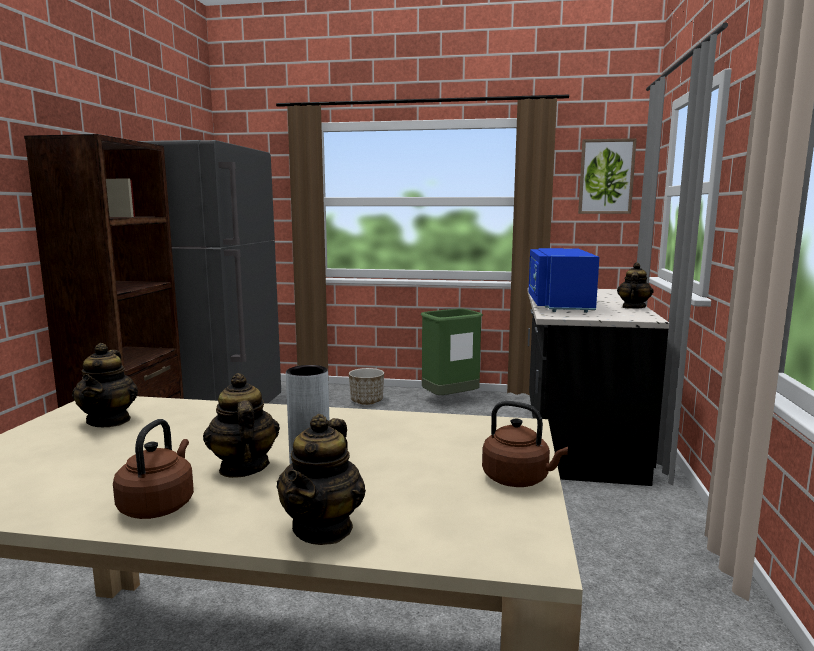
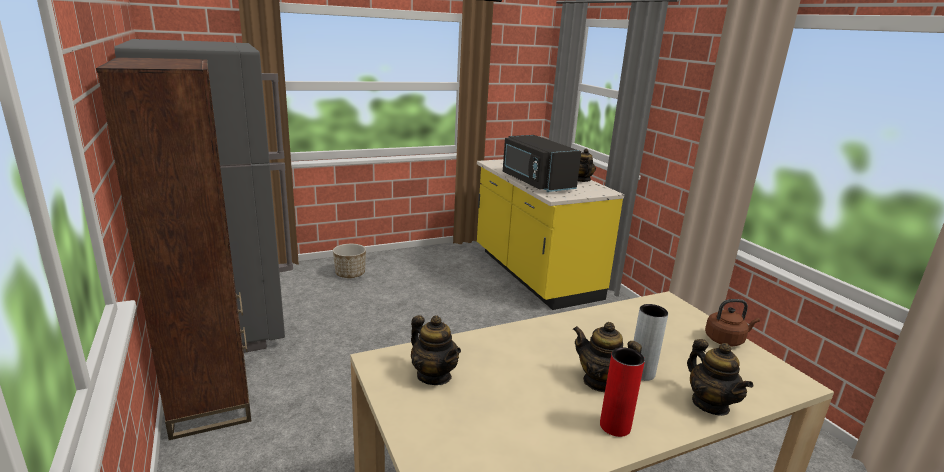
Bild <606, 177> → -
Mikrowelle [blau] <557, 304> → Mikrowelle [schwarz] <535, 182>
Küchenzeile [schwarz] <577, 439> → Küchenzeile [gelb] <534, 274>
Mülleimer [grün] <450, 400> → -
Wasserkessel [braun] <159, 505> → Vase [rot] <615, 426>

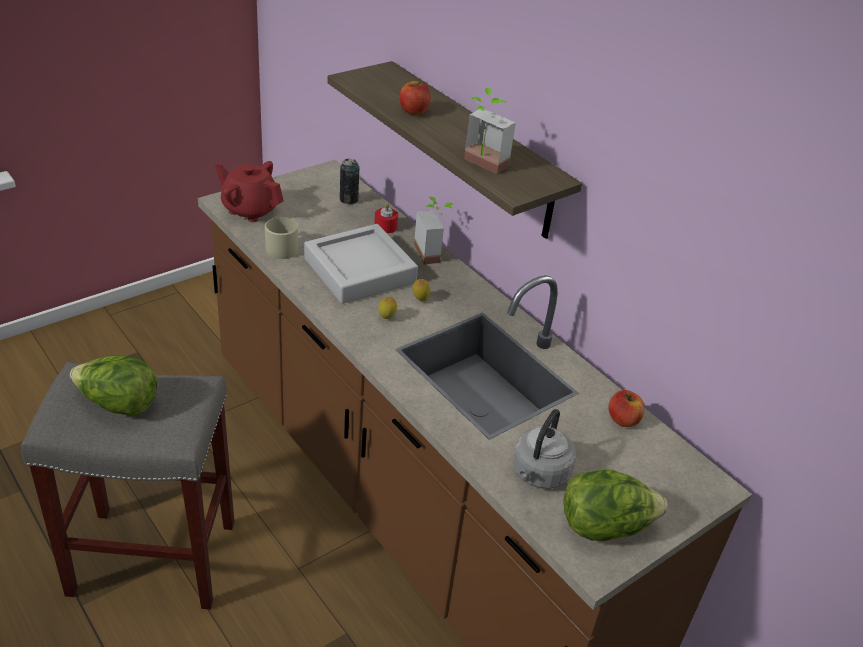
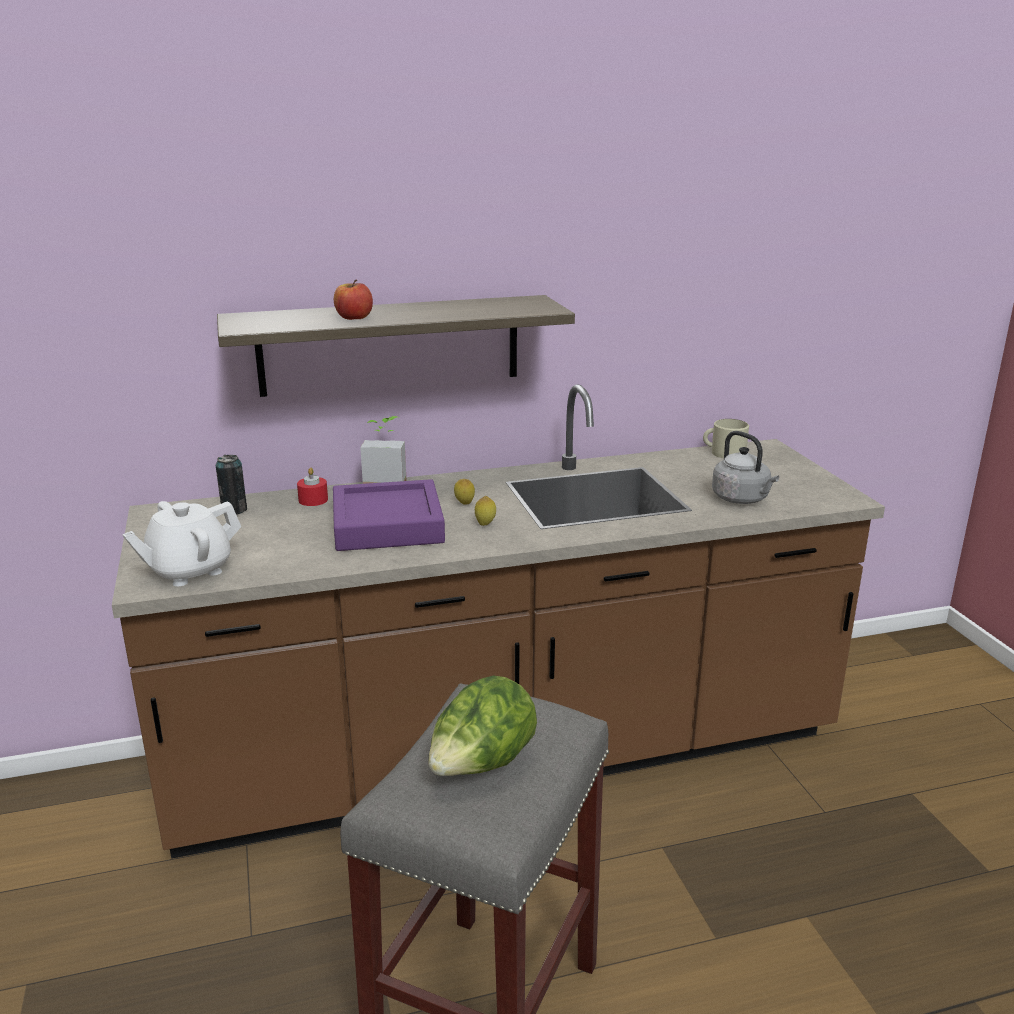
Topfpflanze <481, 165> → -
Teekanne [rot] <250, 210> → Teekanne [weiß] <189, 571>
Henkelbecher [beige] <281, 247> → Henkelbecher [beige] <723, 452>, relocated
Tablett [grau] <360, 270> → Tablett [lila] <387, 525>
Apfel <623, 419> → -
Salatkopf <604, 526> → -

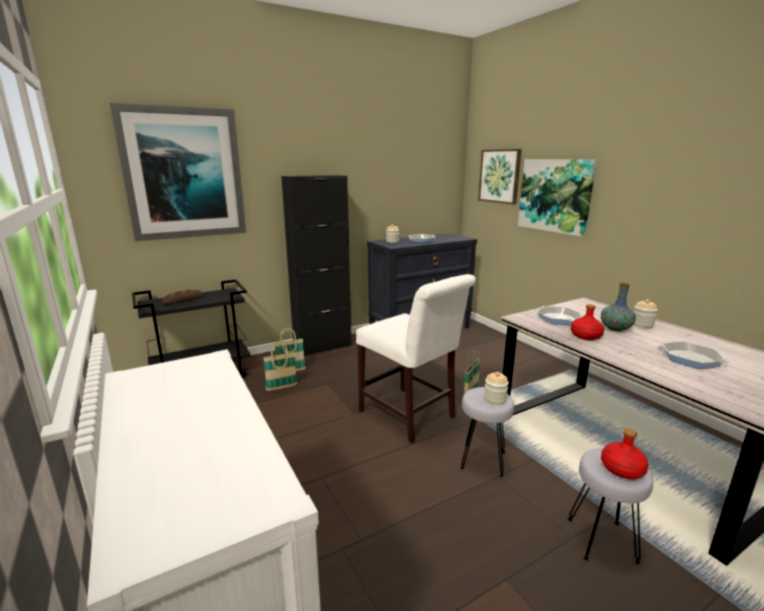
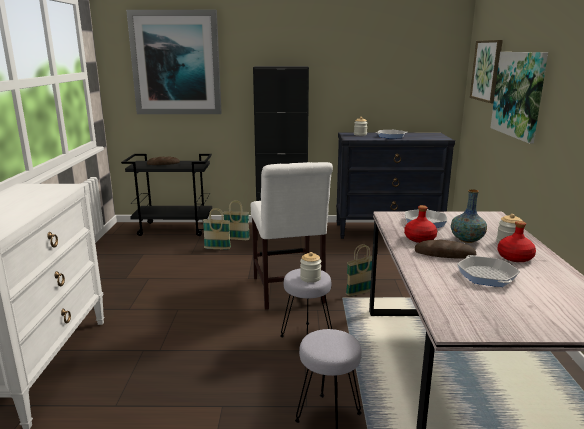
Flasche [rot] <621, 469> → Flasche [rot] <514, 257>, relocated
- → Brot <444, 254>

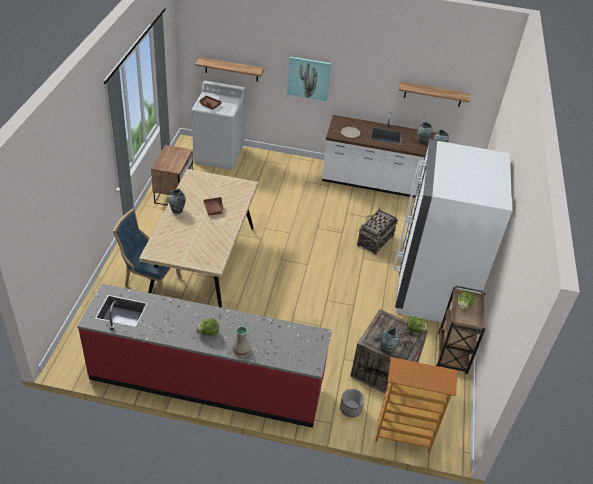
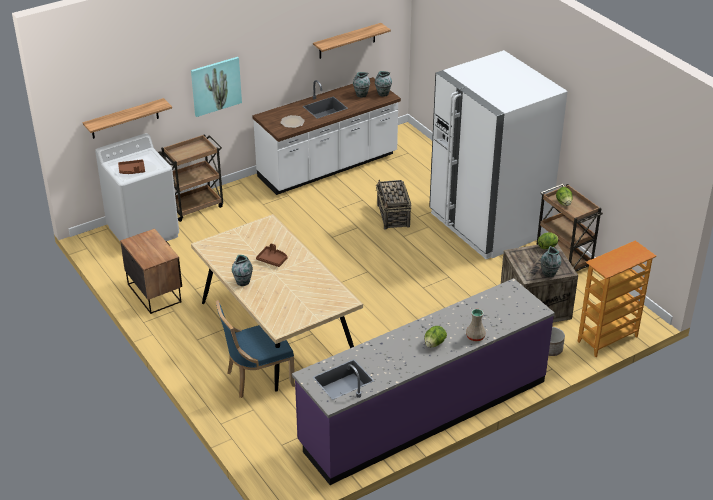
Küchenzeile [rot] <207, 381> → Küchenzeile [lila] <423, 412>
- → Rollwagen [braun] <195, 206>

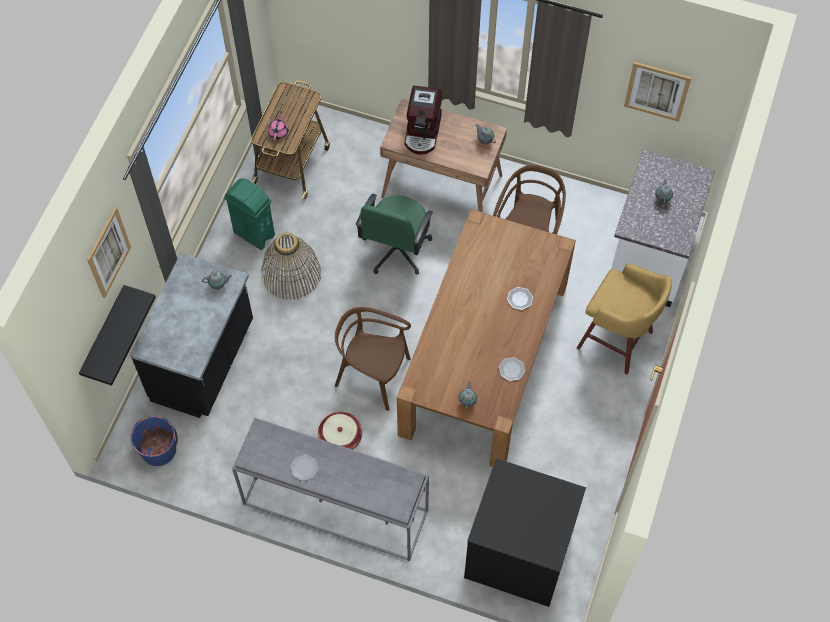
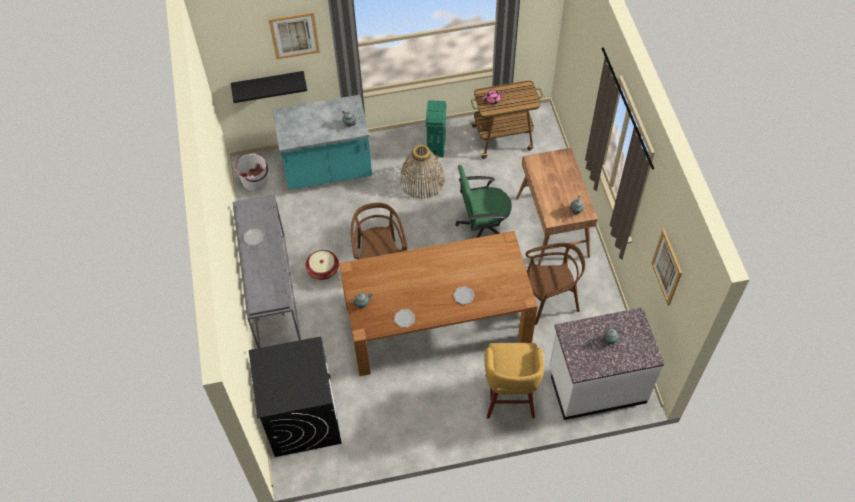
Kaffeemaschine <423, 132> → -
Küchenzeile [schwarz] <204, 362> → Küchenzeile [türkis] <328, 171>
Eimer [blau] <159, 449> → Eimer [weiß] <255, 181>

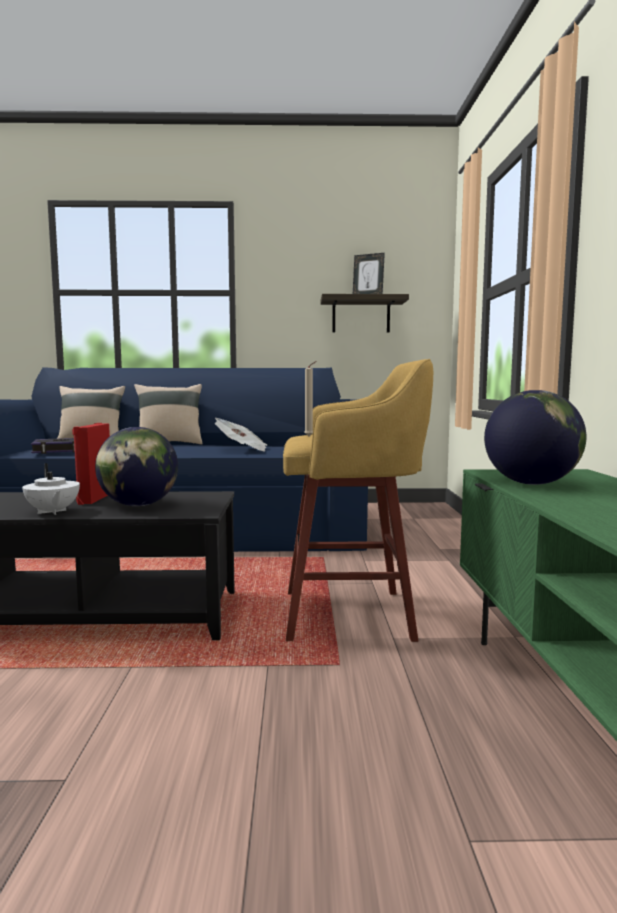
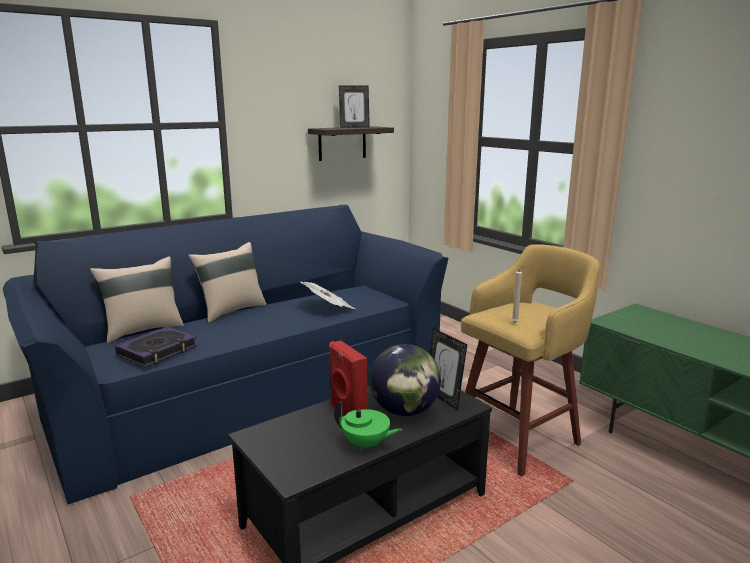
Globus <531, 483> → -
Teekanne [weiß] <52, 512> → Teekanne [grün] <366, 444>
- → Bilderrahmen <443, 398>

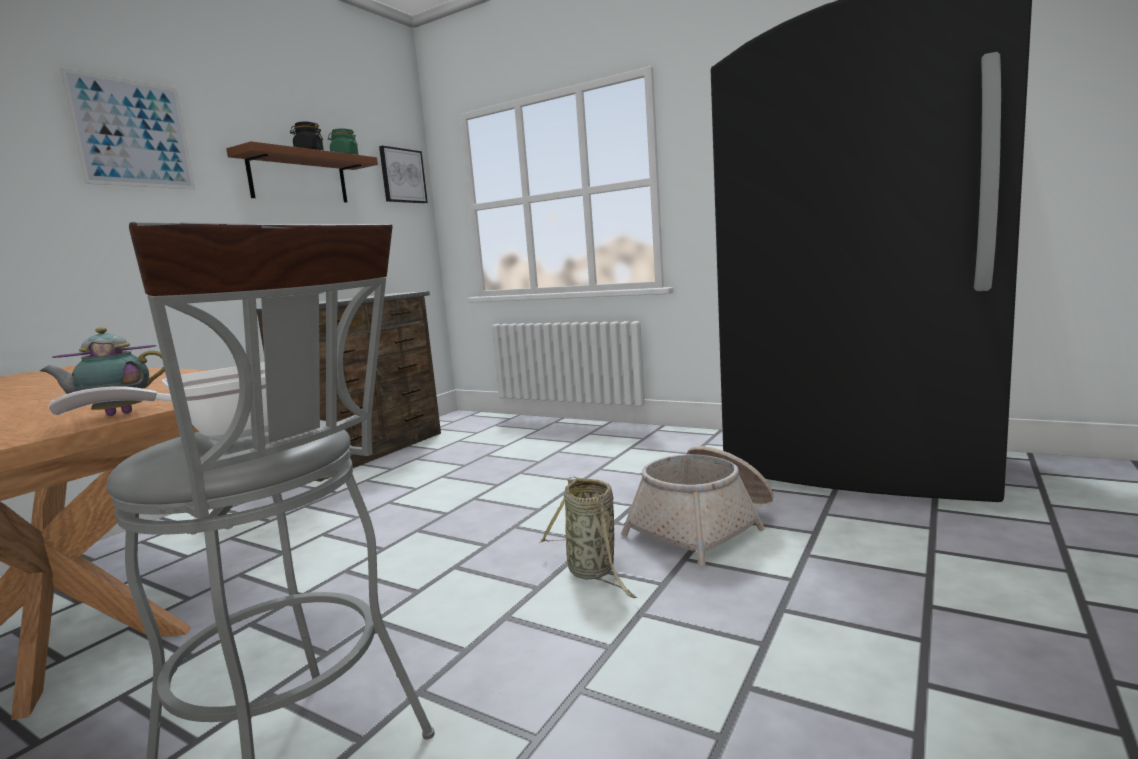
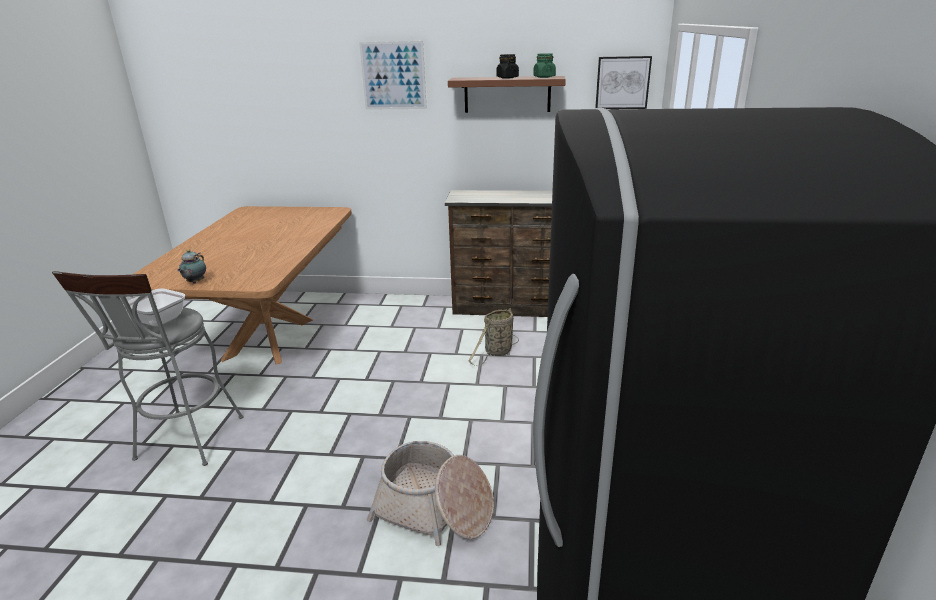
Teekanne <115, 415> → Teekanne <195, 282>, 120 degrees counterclockwise
Korb <593, 572> → Korb <497, 352>, relocated

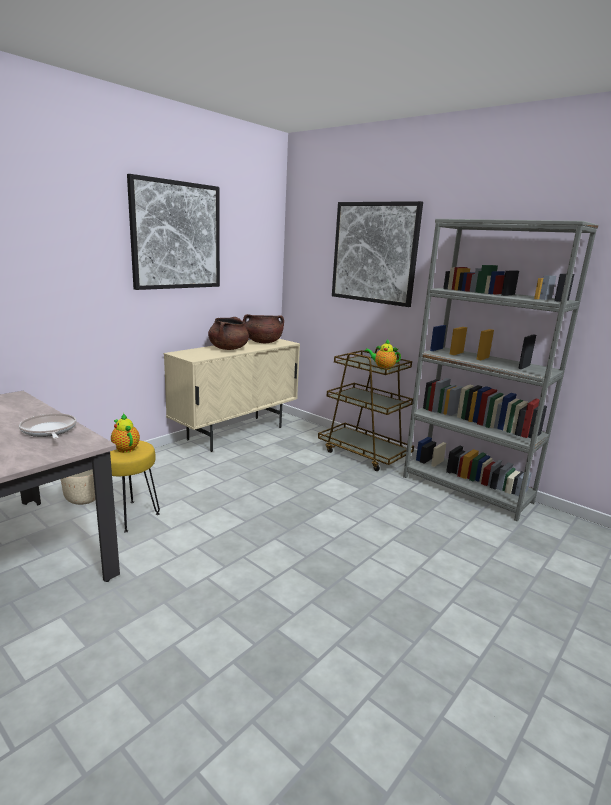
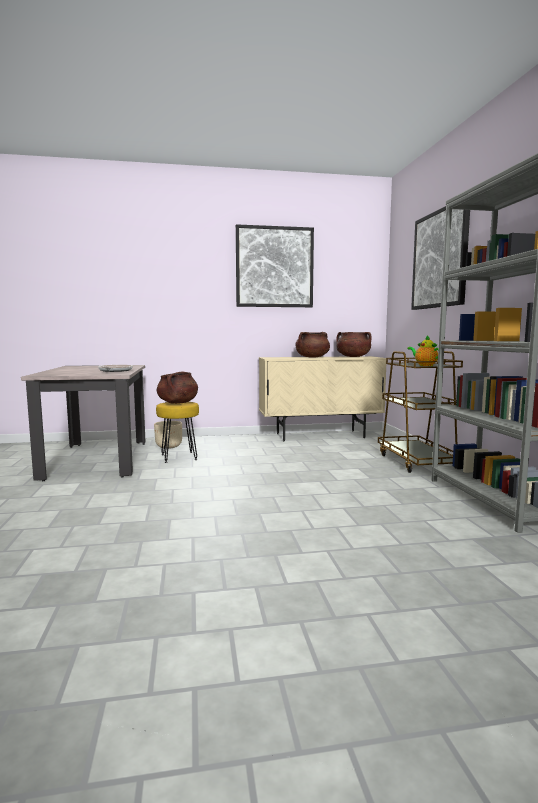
Teekanne <125, 448> → Kochtopf [braun] <178, 403>

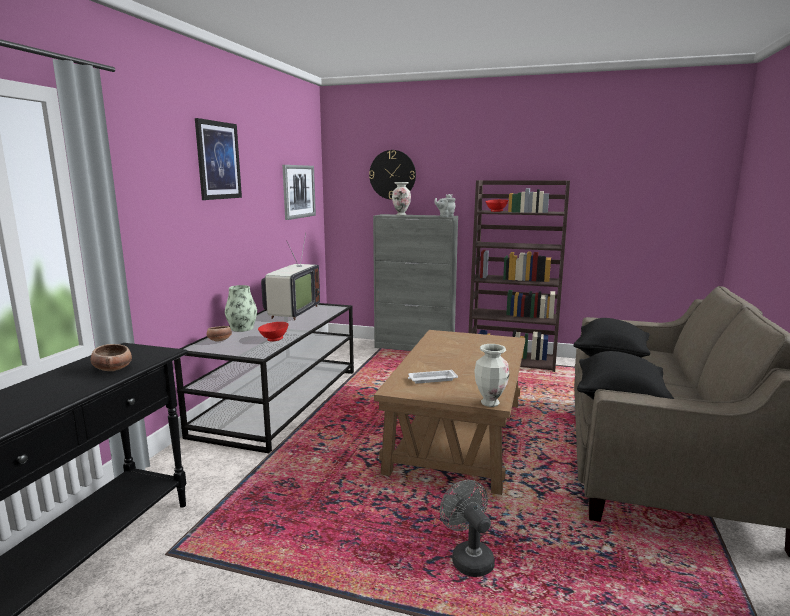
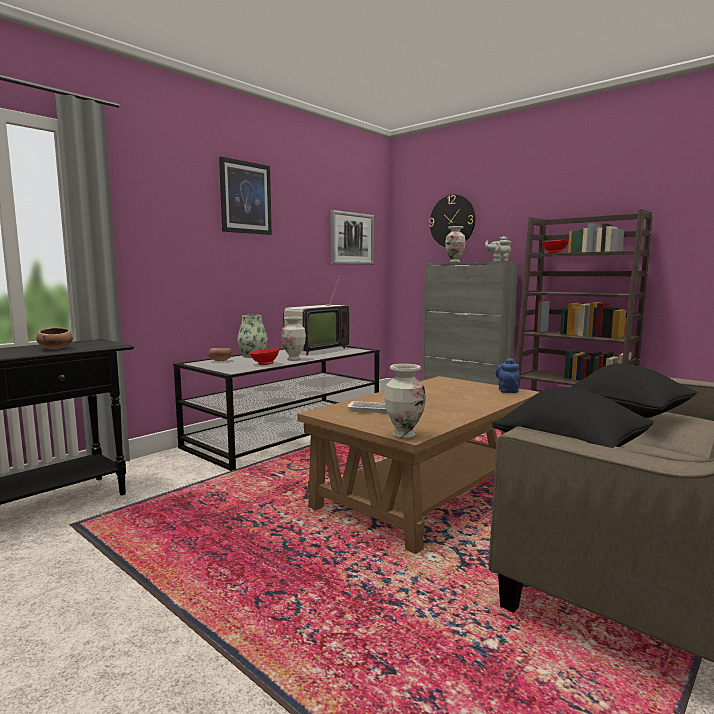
Ventilator [grau] <468, 558> → -
- → Vase <294, 359>
- → Teekanne [blau] <507, 390>

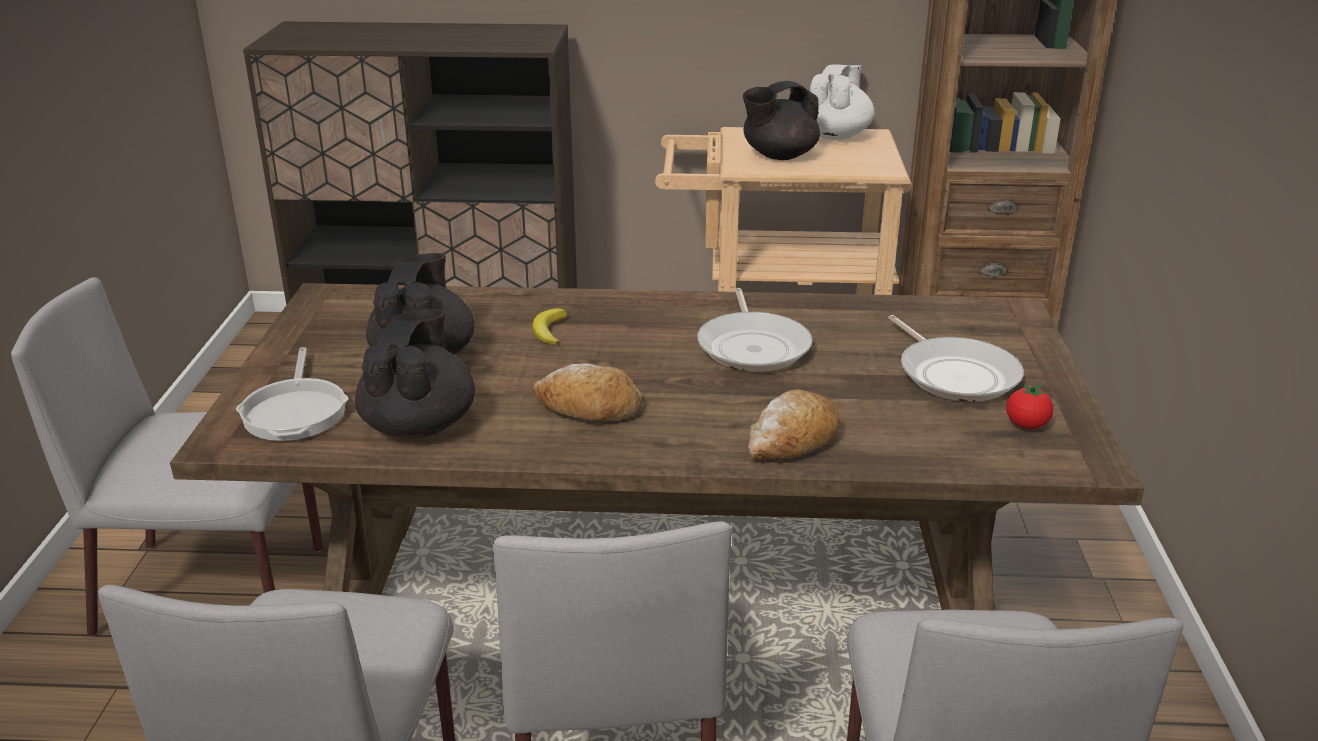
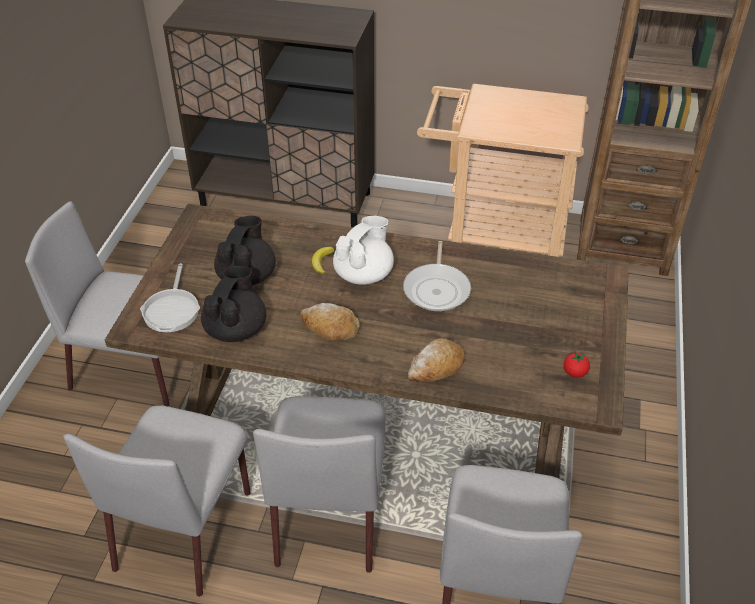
Teekanne [weiß] <835, 135> → Teekanne [weiß] <364, 274>, relocated
Teekanne [schwarz] <778, 156> → -
Pfanne <955, 374> → -

